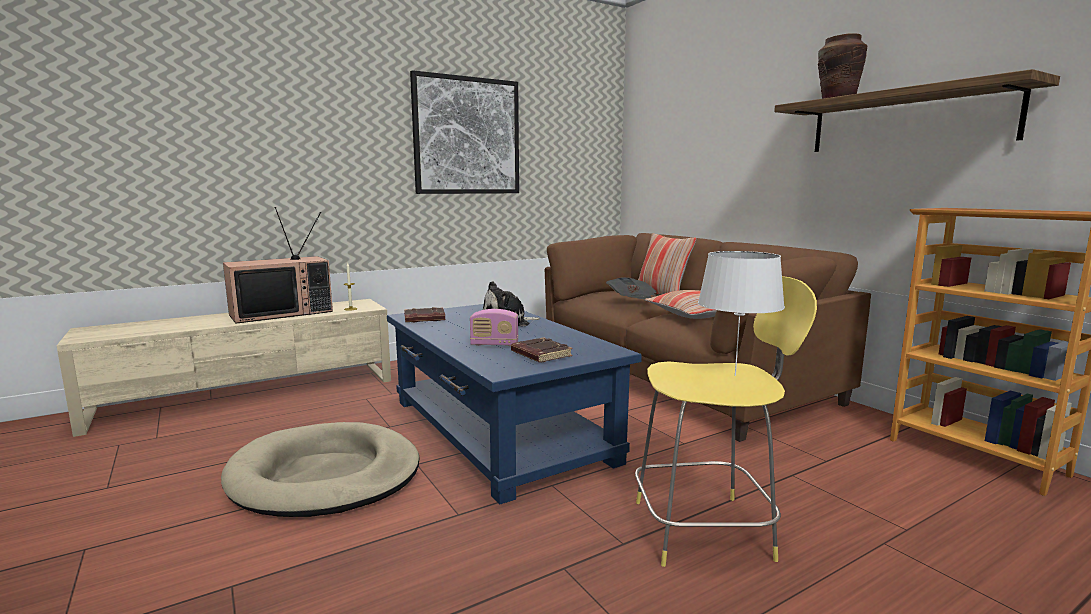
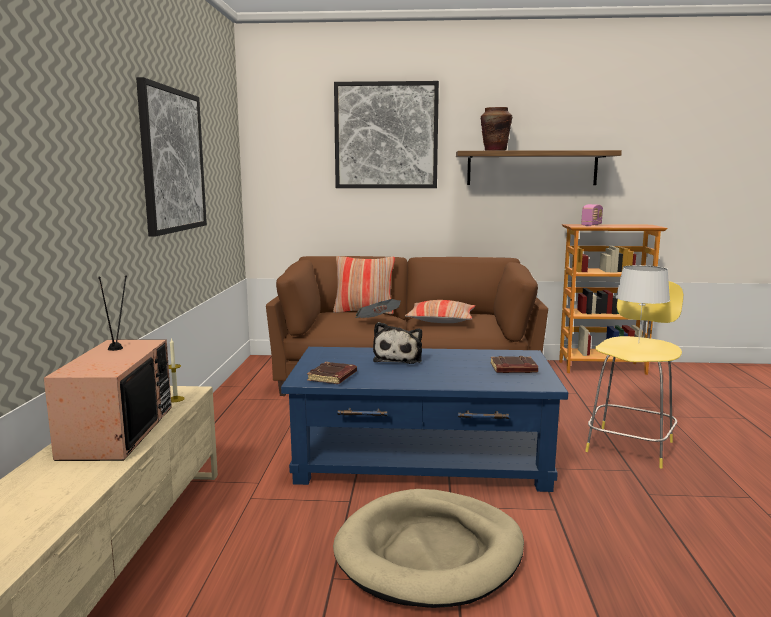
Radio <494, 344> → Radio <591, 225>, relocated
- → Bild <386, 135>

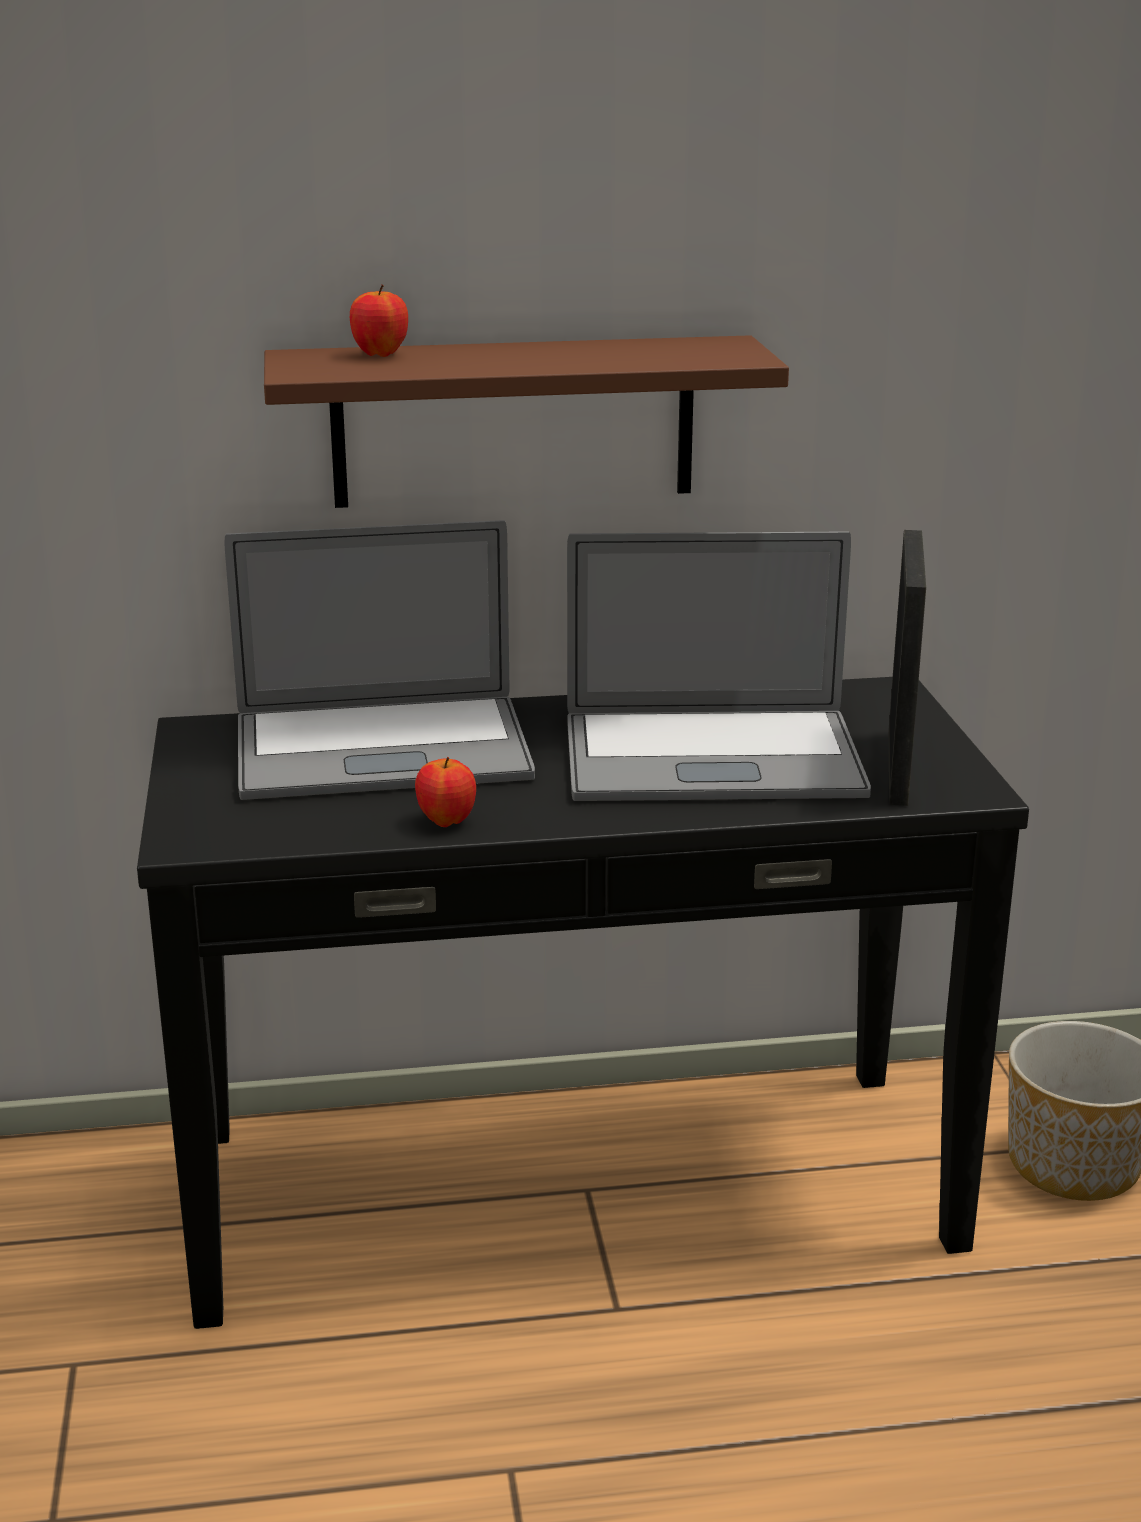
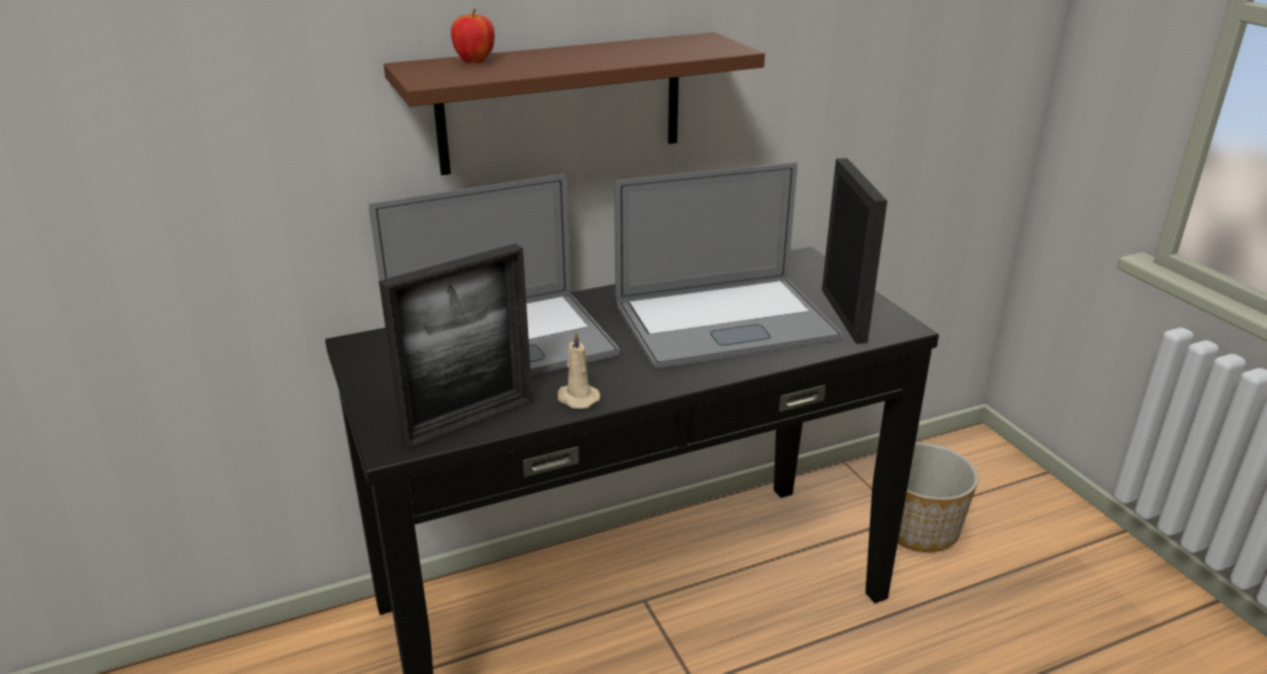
Apfel <446, 822> → Kerze [beige] <576, 398>
- → Bilderrahmen <469, 421>

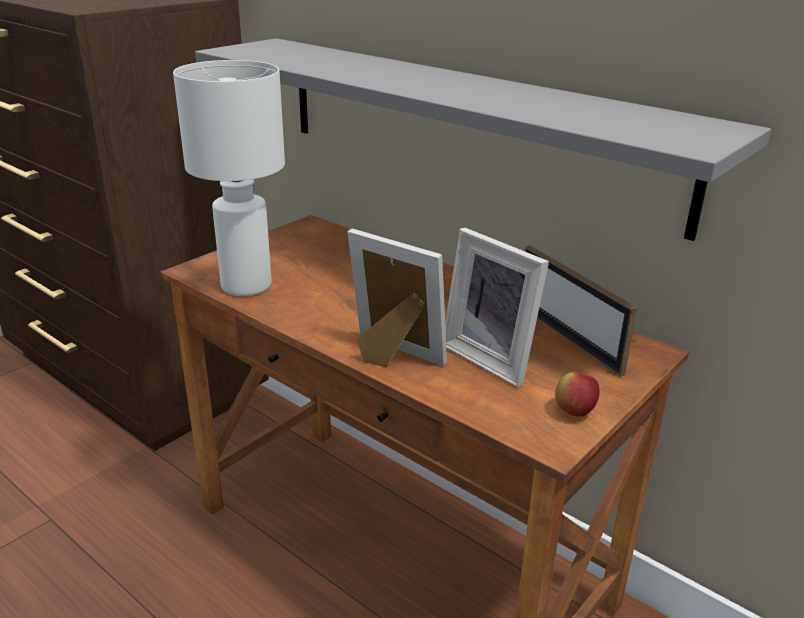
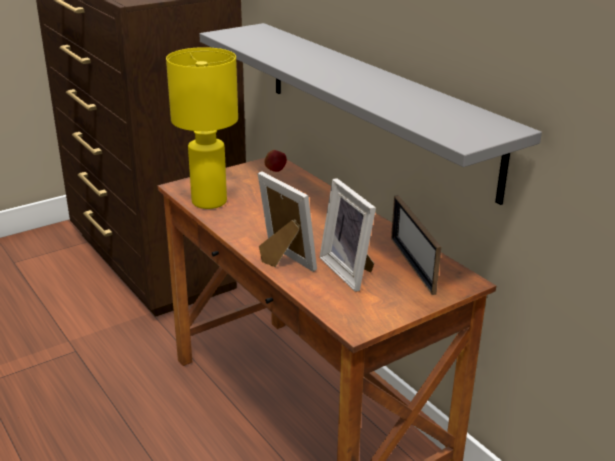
Tischlampe [weiß] <248, 286> → Tischlampe [gelb] <210, 202>
Apfel <574, 411> → Apfel <275, 170>, relocated

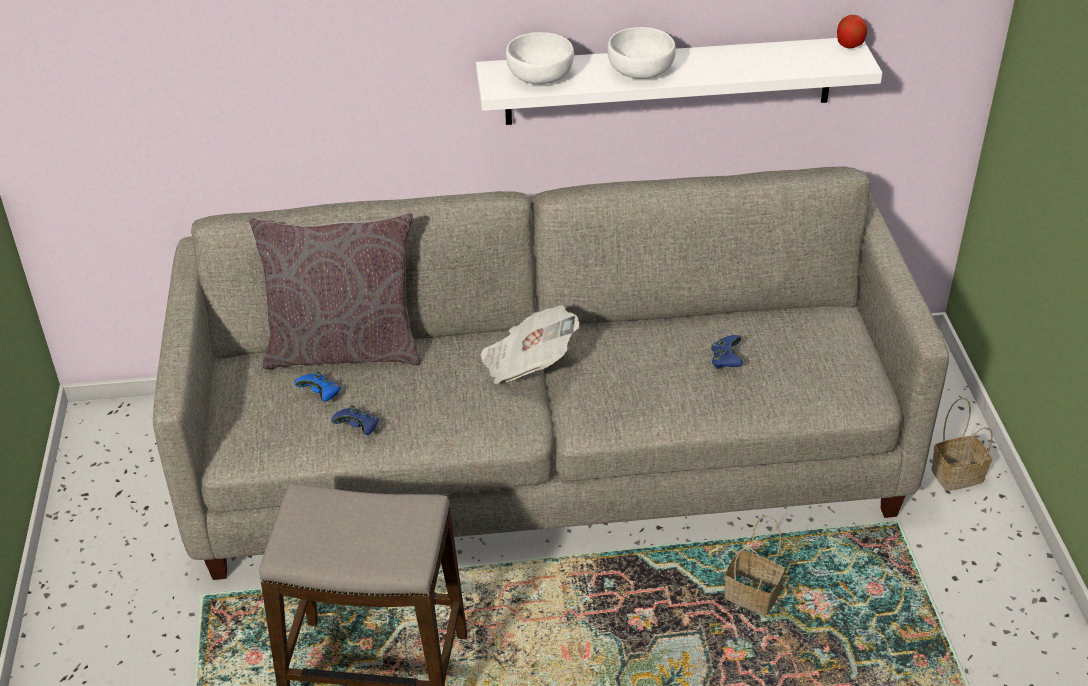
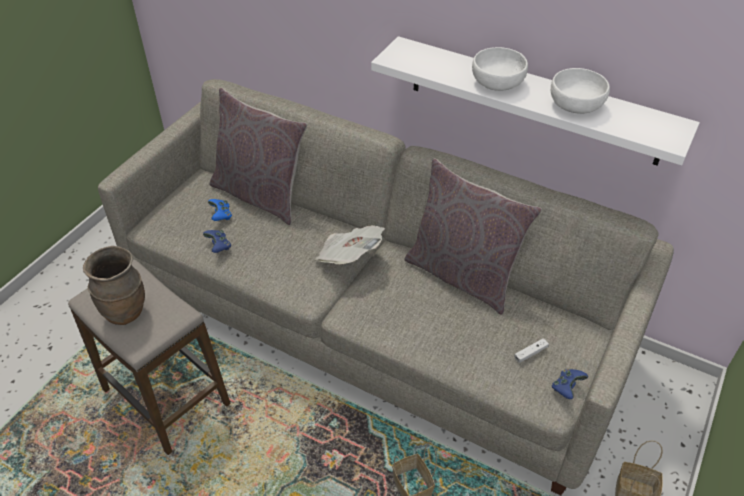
Apfel <849, 45> → -
Schüssel [weiß] <539, 75> → Schüssel [weiß] <575, 104>, relocated
Gamepad [blau] <726, 361> → Gamepad [blau] <567, 388>, relocated
- → Kissen [grau] <462, 275>
- → Vase [braun] <126, 312>
- → Gamepad [weiß] <530, 353>

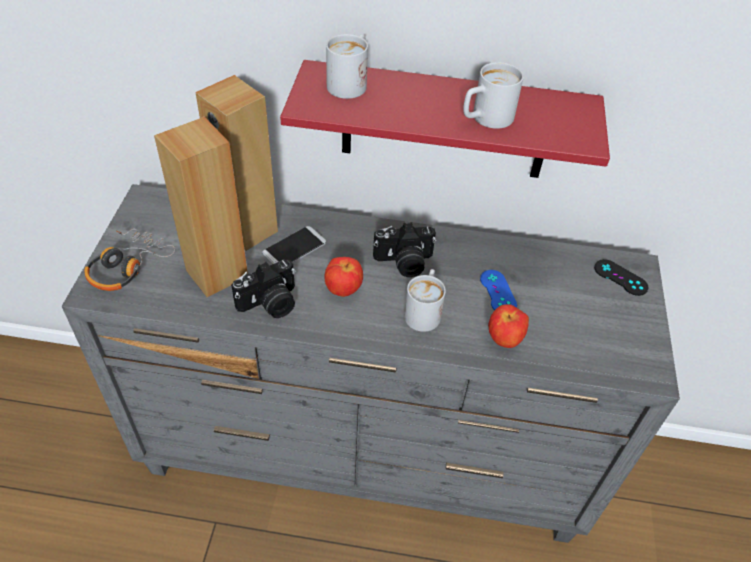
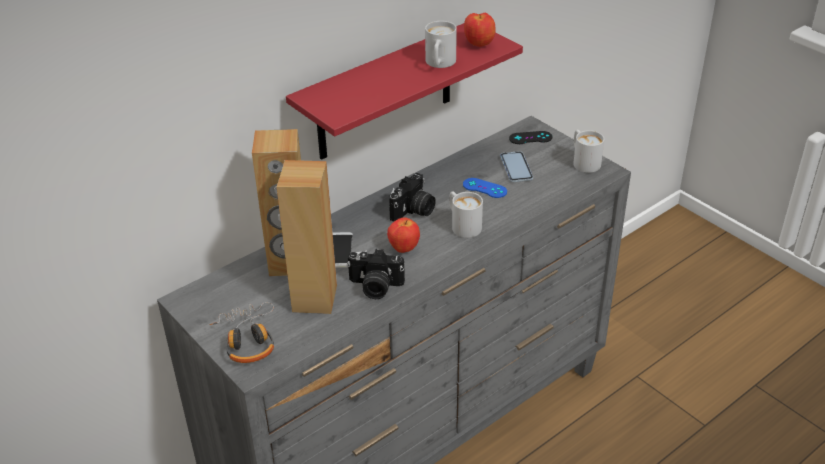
Henkelbecher [weiß] <350, 82> → Henkelbecher [weiß] <583, 161>, relocated
Kamera <270, 304> → Kamera <375, 287>, 90 degrees clockwise
Apfel <504, 340> → Apfel <479, 45>, relocated
- → Handy <516, 168>

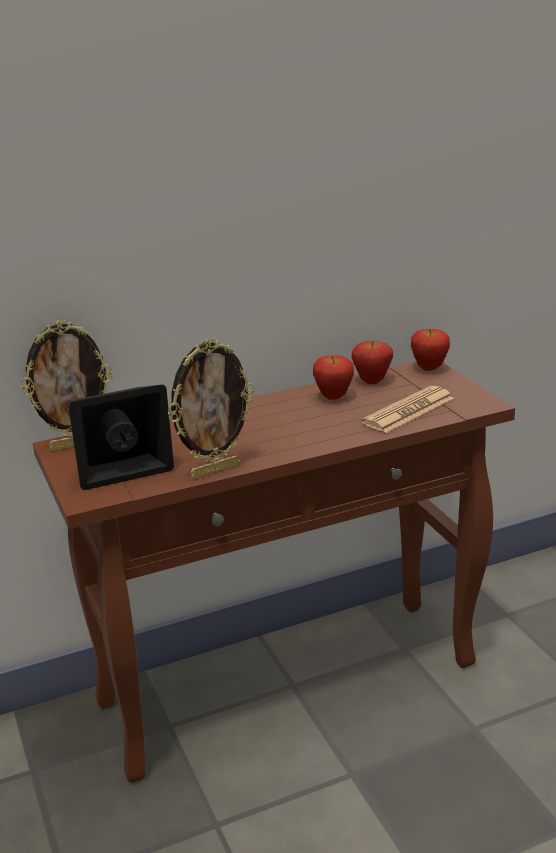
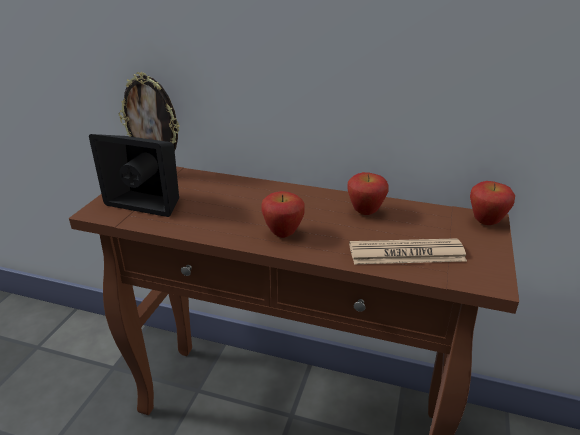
Bilderrahmen <215, 470> → -
Apfel <372, 381> → Apfel <283, 234>, relocated

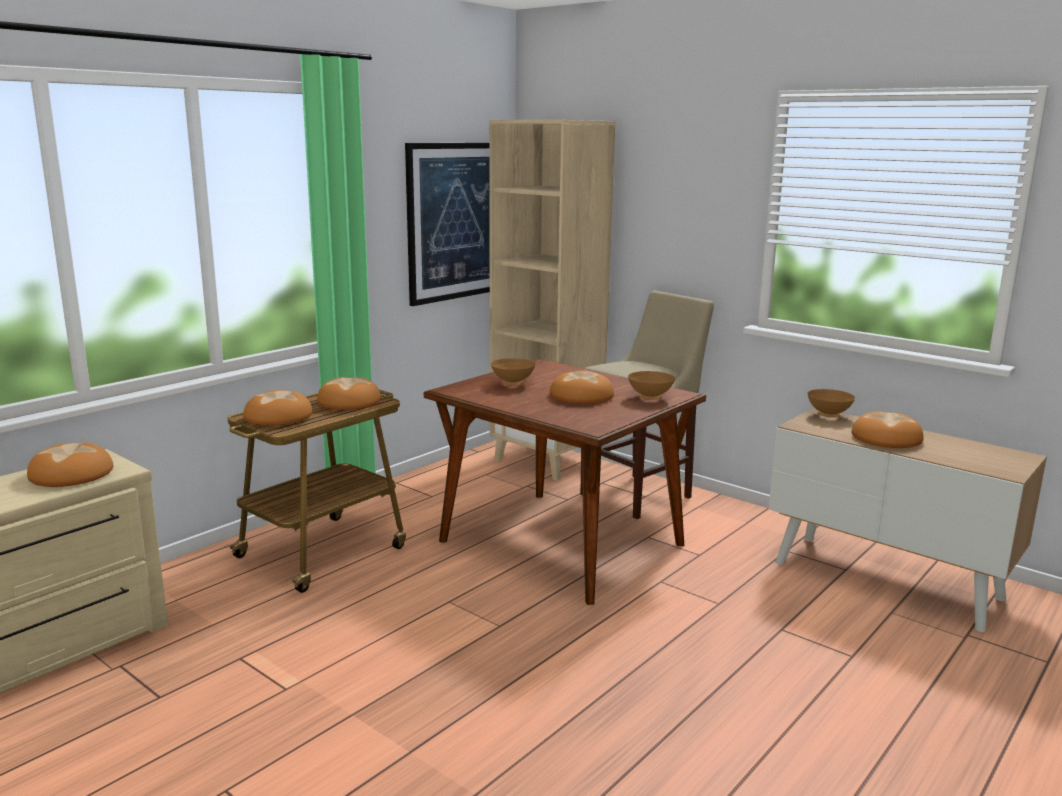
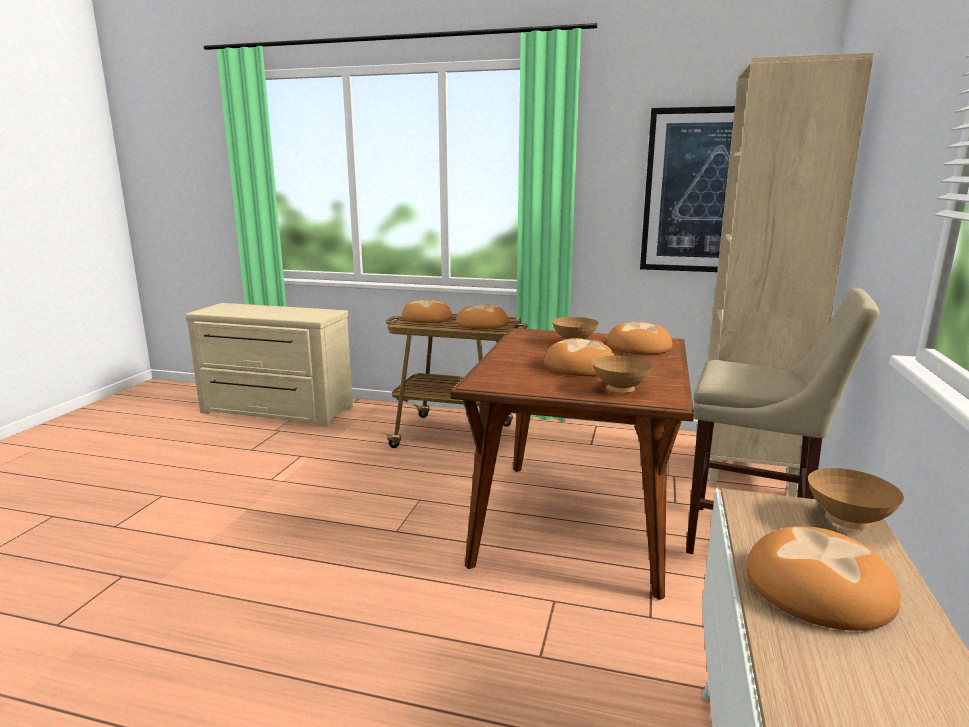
Brot <72, 474> → Brot <639, 347>, relocated

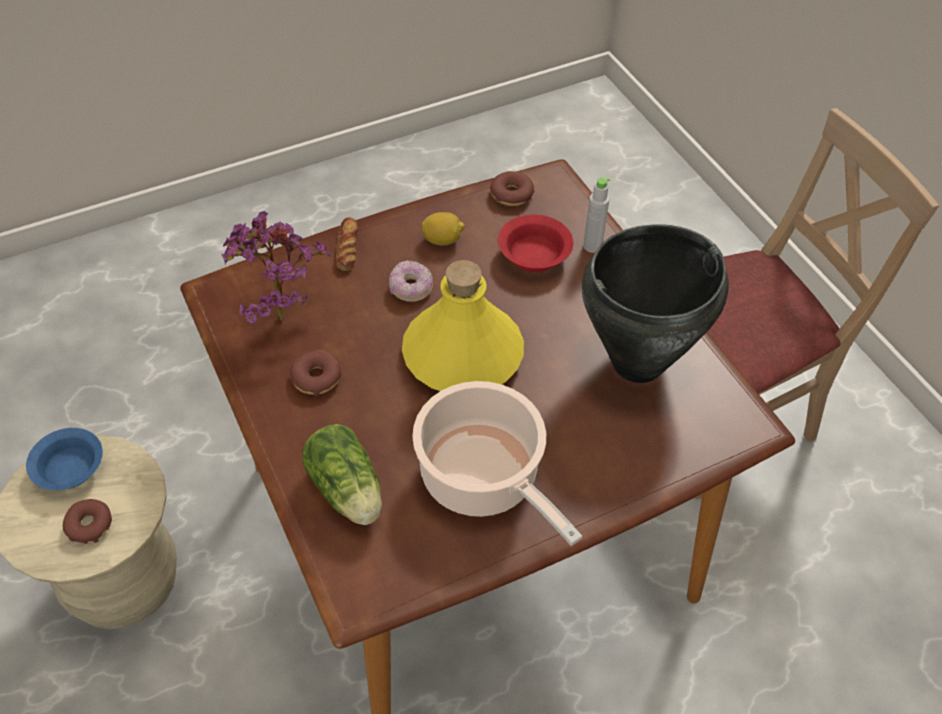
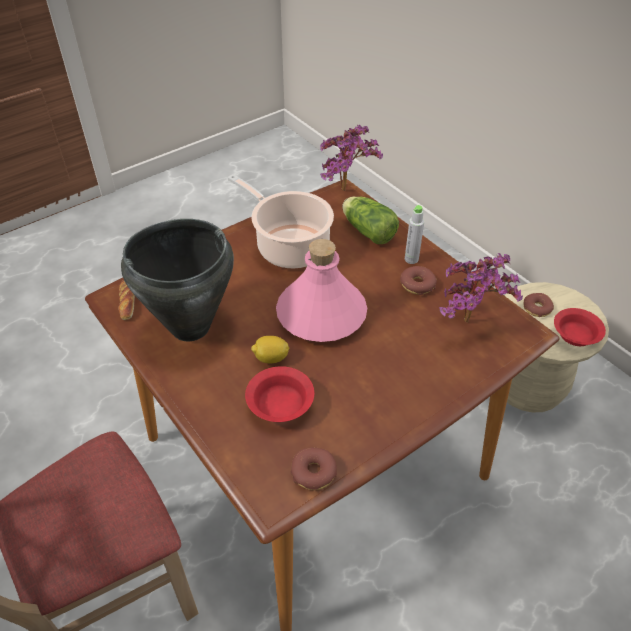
Flasche [grau] <592, 246> → Flasche [grau] <411, 259>, relocated
Zitrone <442, 240> → Zitrone <271, 358>, relocated
Brot <347, 247> → Brot <127, 302>, relocated
Donut <411, 288> → -
Flasche [gelb] <463, 355> → Flasche [rosa] <321, 314>
Schüssel [blau] <72, 470> → Schüssel [rot] <574, 335>
- → Topfpflanze <347, 192>

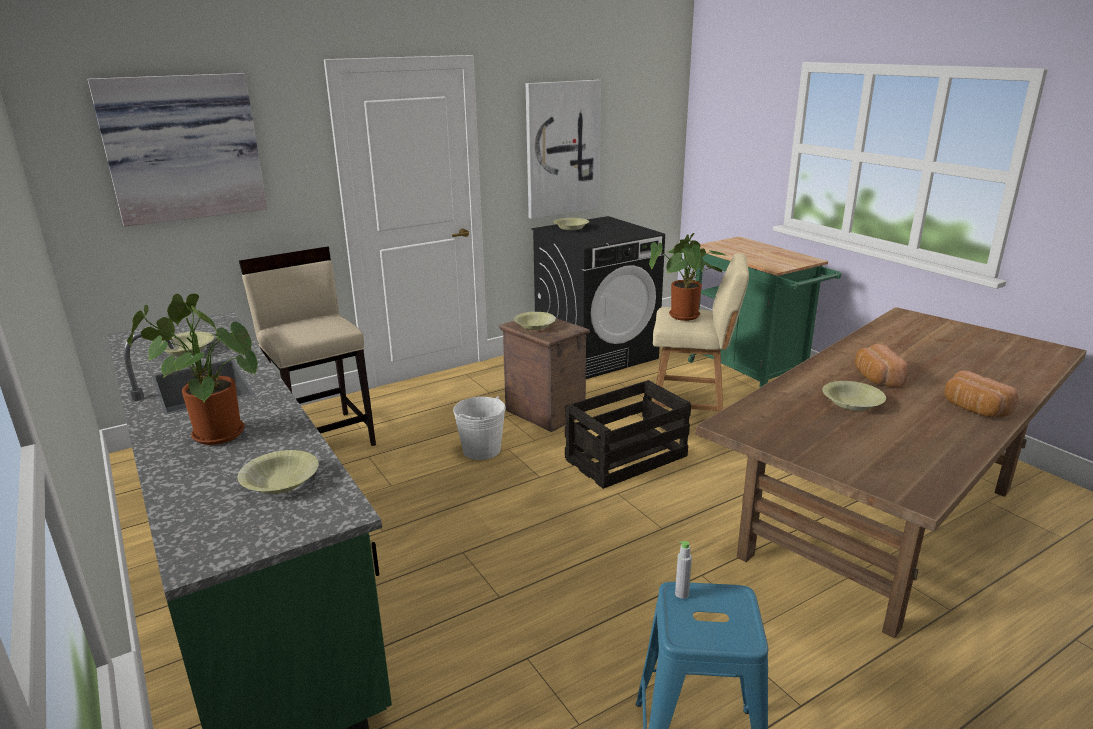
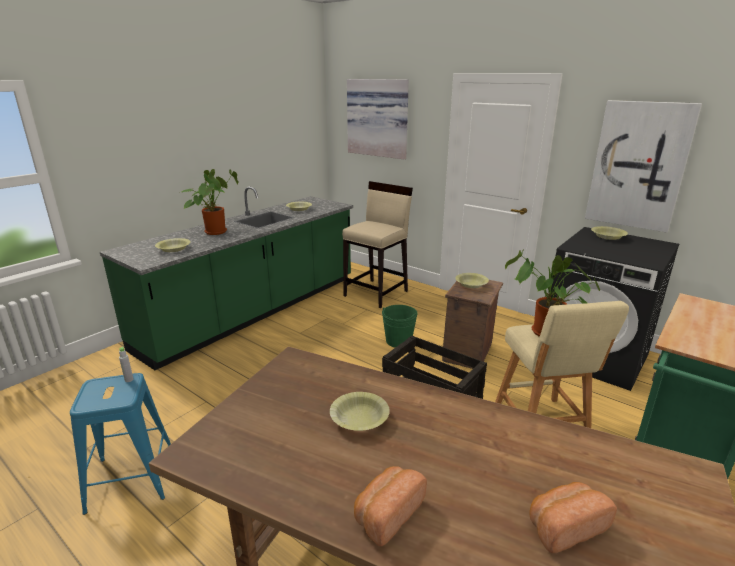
Brot <875, 378> → Brot <564, 526>, relocated
Eimer [weiß] <481, 450> → Eimer [grün] <398, 341>

